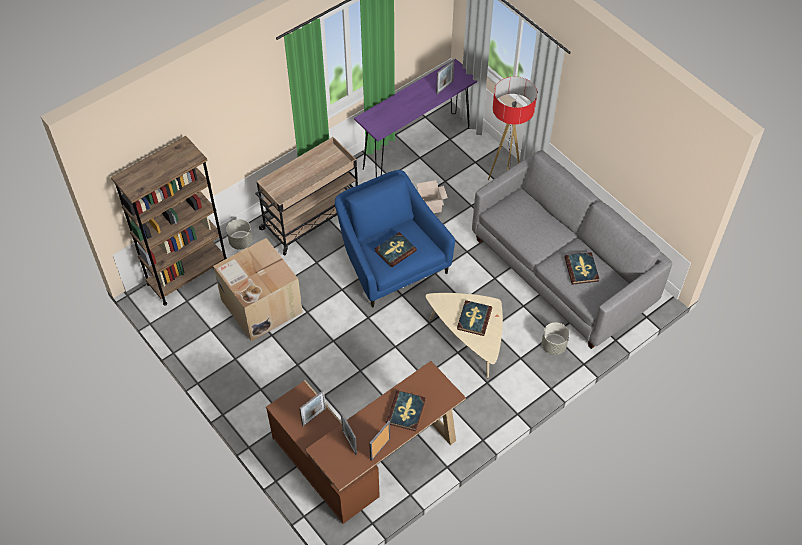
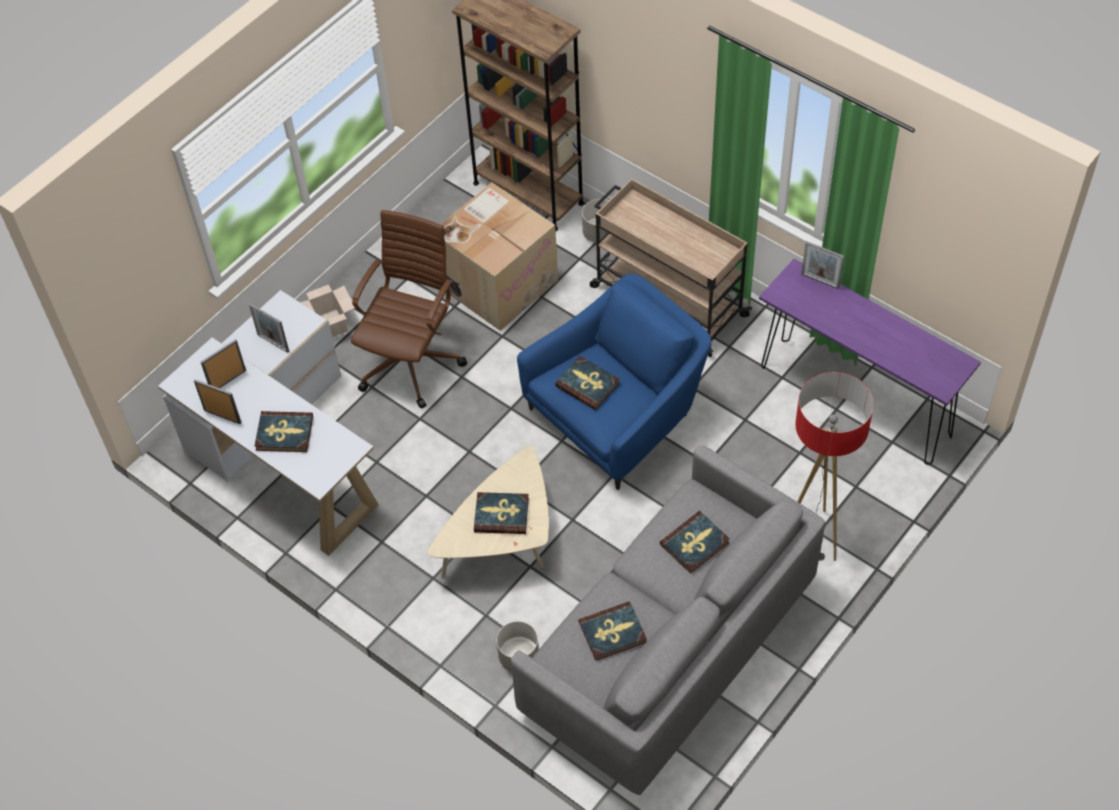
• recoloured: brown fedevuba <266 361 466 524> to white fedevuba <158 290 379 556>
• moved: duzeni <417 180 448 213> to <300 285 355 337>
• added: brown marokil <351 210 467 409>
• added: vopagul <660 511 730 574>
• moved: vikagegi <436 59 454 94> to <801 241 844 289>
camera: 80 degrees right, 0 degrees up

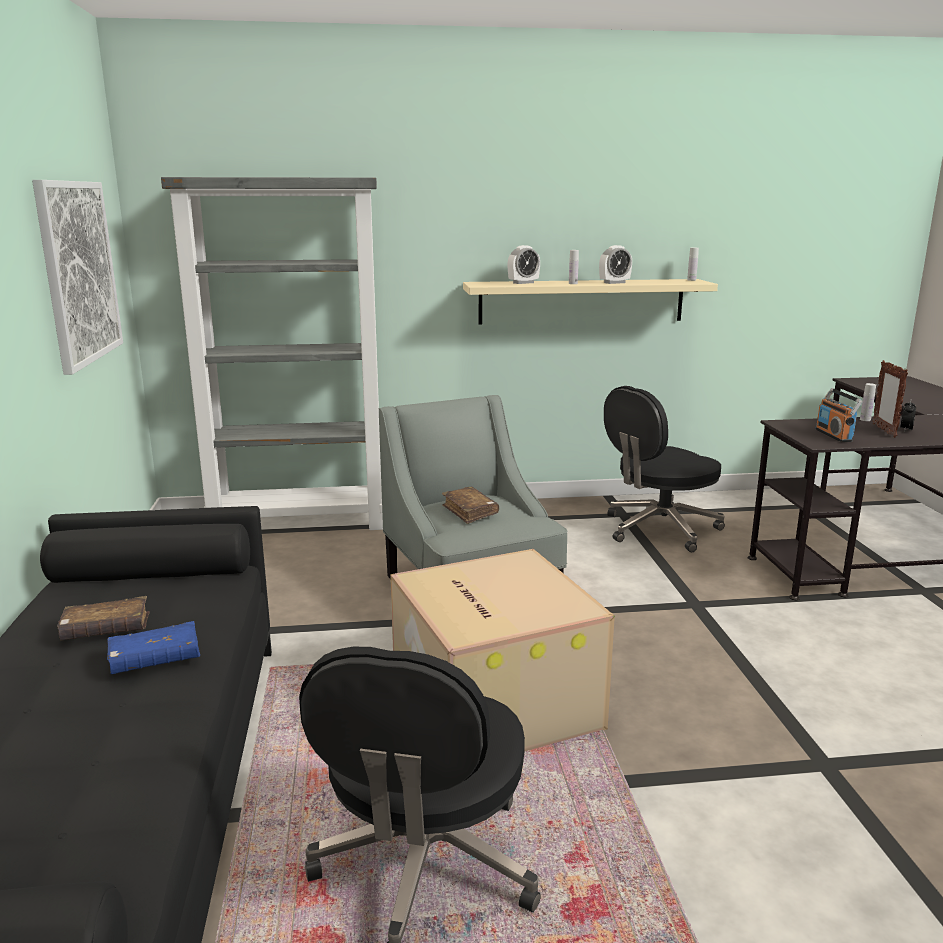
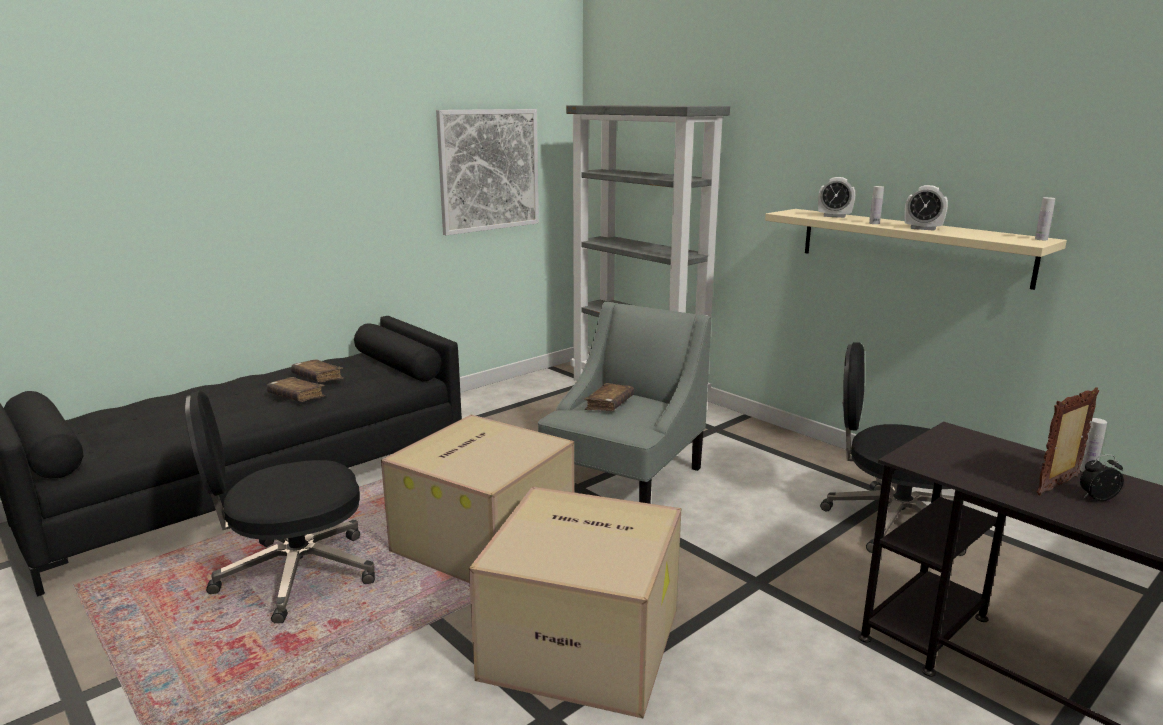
• recoloured: blue vopagul <107 621 200 674> to brown vopagul <267 377 325 402>
• added: duzeni <469 486 681 719>
• removed: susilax <816 388 863 442>
camera: 55 degrees right, 0 degrees up

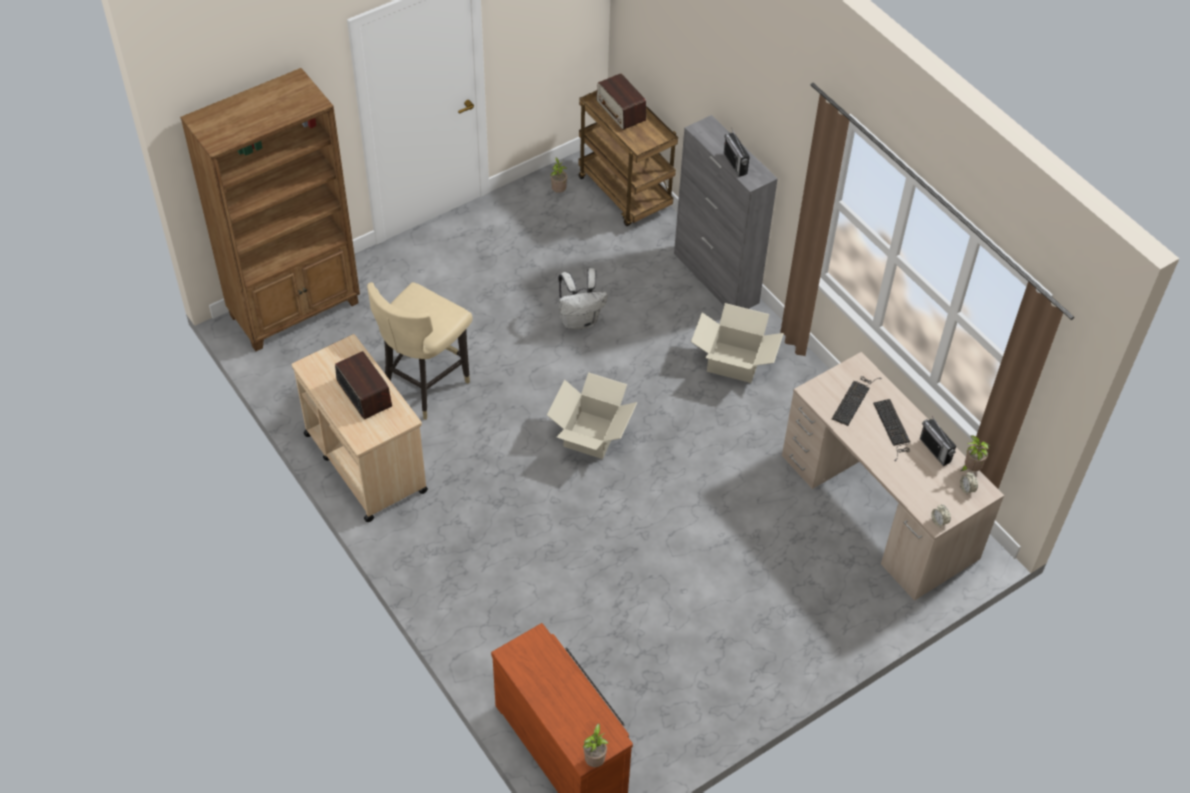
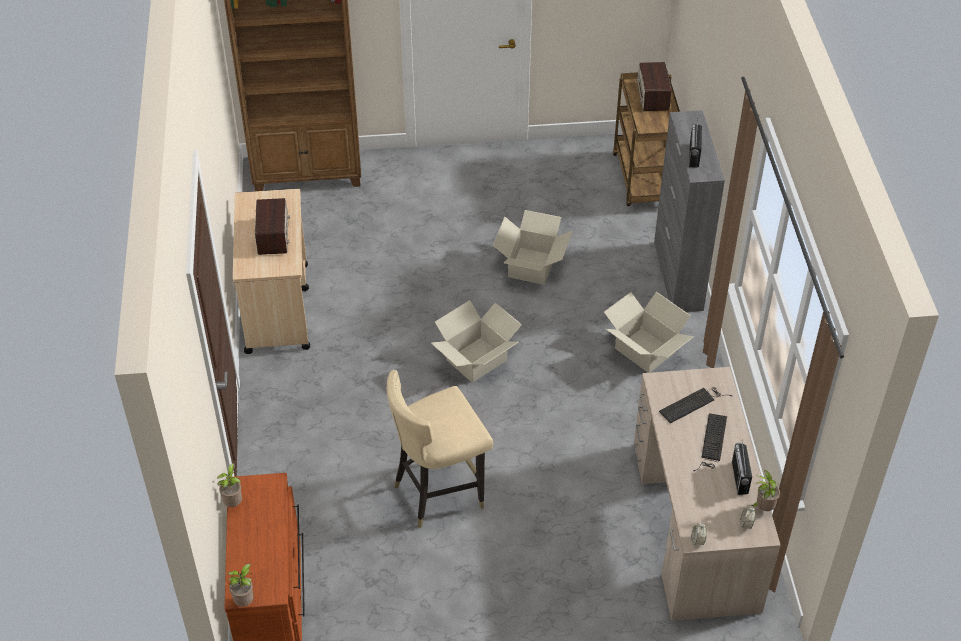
• moved: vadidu <550 157 567 193> to <217 463 242 507>
• moved: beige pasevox <367 282 472 420> to <387 370 493 528>
• replaced: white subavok <558 268 608 330> to duzeni <493 210 573 285>
camera: 30 degrees right, 5 degrees down

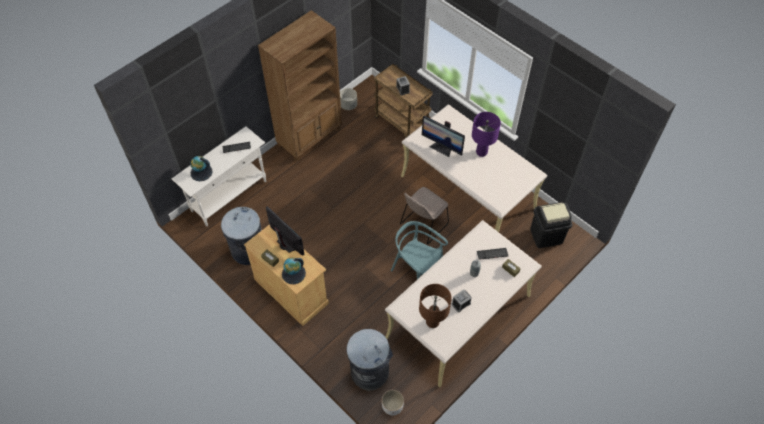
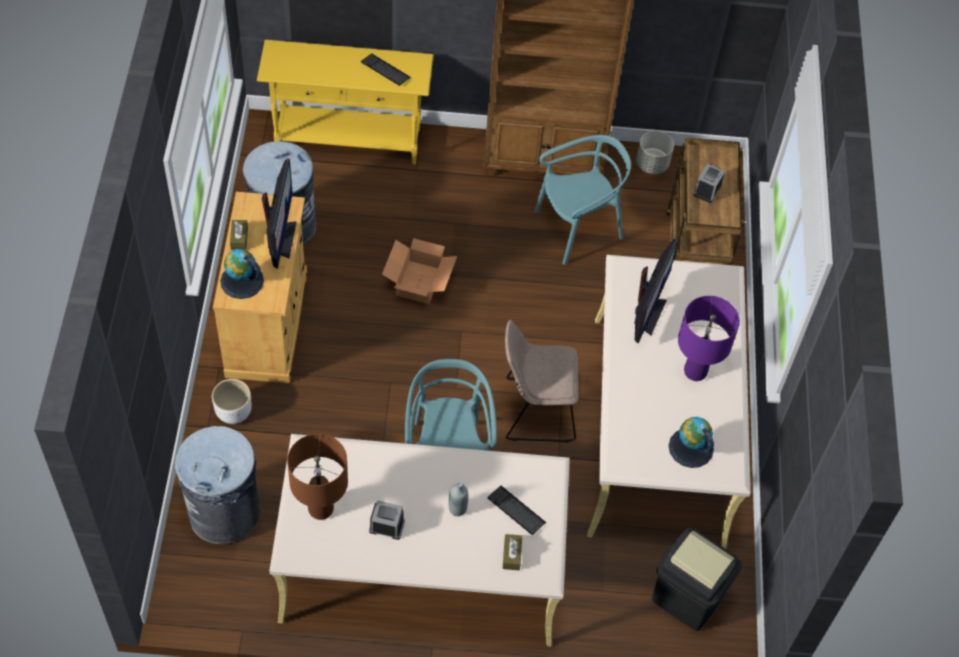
• moved: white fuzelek <382 390 404 416> to <212 379 252 424>
• recoloured: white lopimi <172 126 266 226> to yellow lopimi <257 40 433 165>
• added: duzeni <382 238 457 304>
• added: turquoise pasevox <534 135 631 265>
• turned: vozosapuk <422 116 465 157> = <634 238 679 343> 150 degrees counterclockwise
• moved: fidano <190 156 213 181> to <669 417 714 468>
camera: 45 degrees right, 0 degrees up

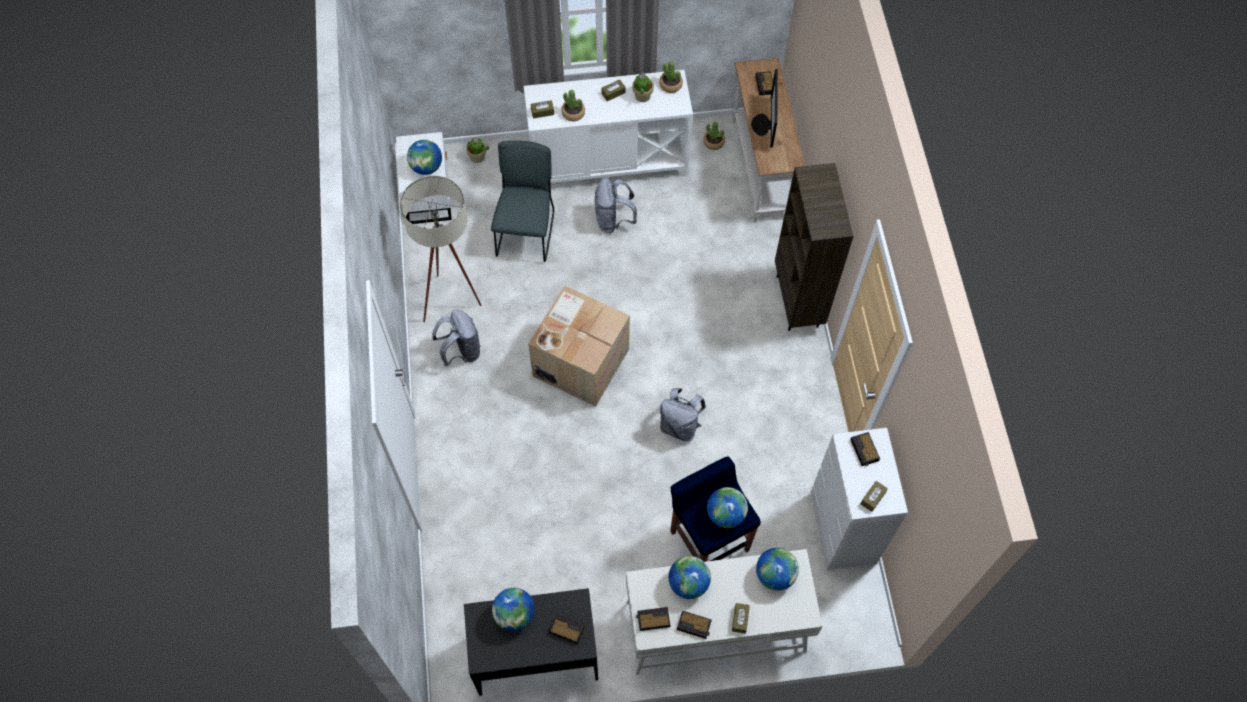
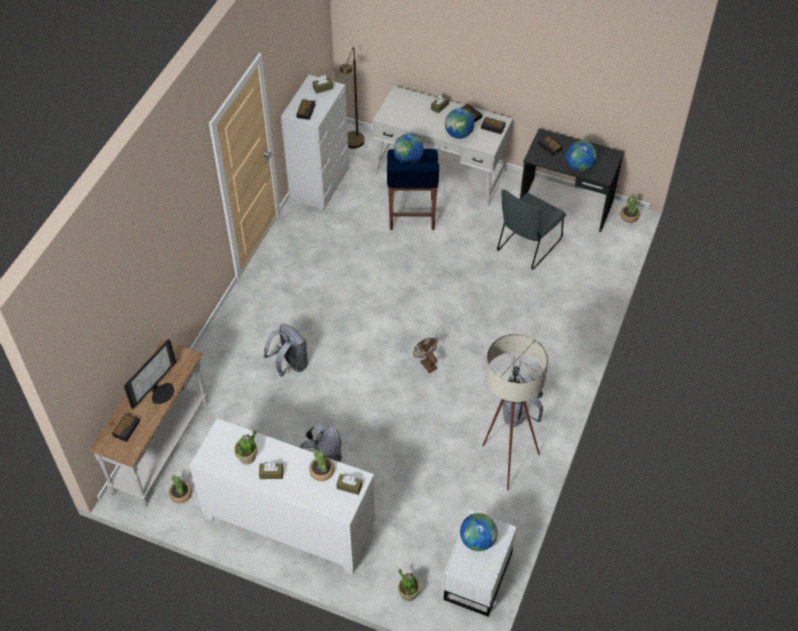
• moved: grey subavok <660 388 706 442> to <264 324 308 377>
• added: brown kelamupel <340 47 364 149>
• replaced: duzeni <528 285 630 406> to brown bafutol <413 338 438 373>
• moved: grey pasevox <491 141 554 262> to <497 189 566 270>
• moved: vadidu <659 61 683 93> to <620 196 640 223>
• removed: fidano <756 548 799 591>
• removed: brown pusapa <775 163 854 331>
camera: 150 degrees left, 10 degrees down

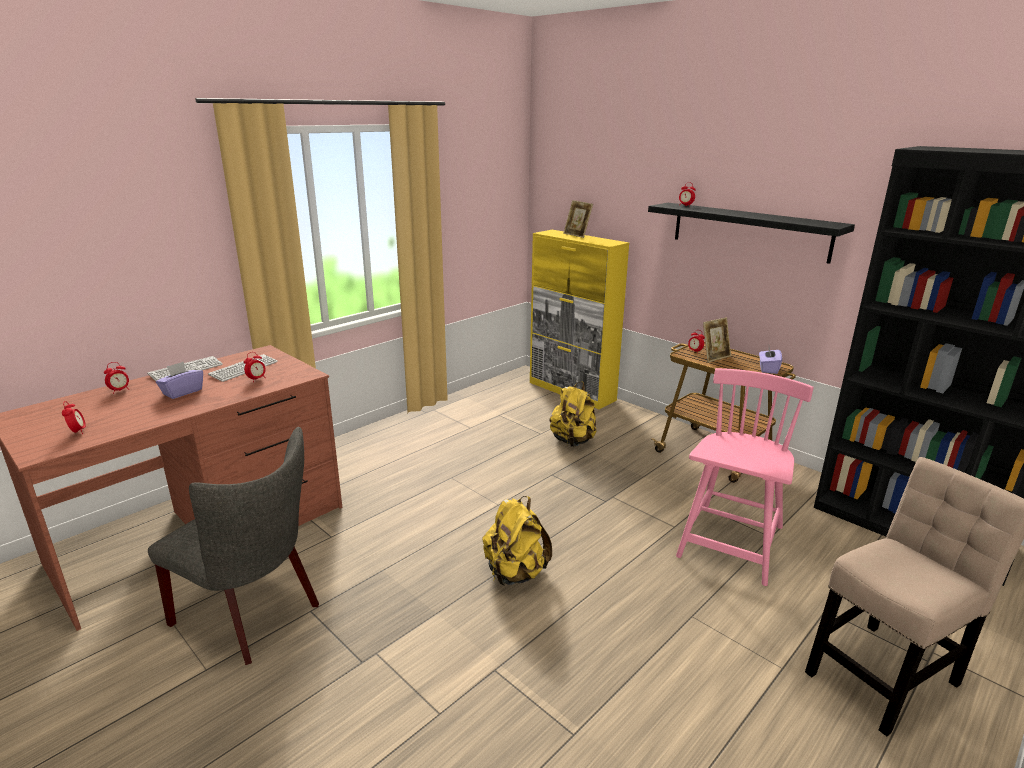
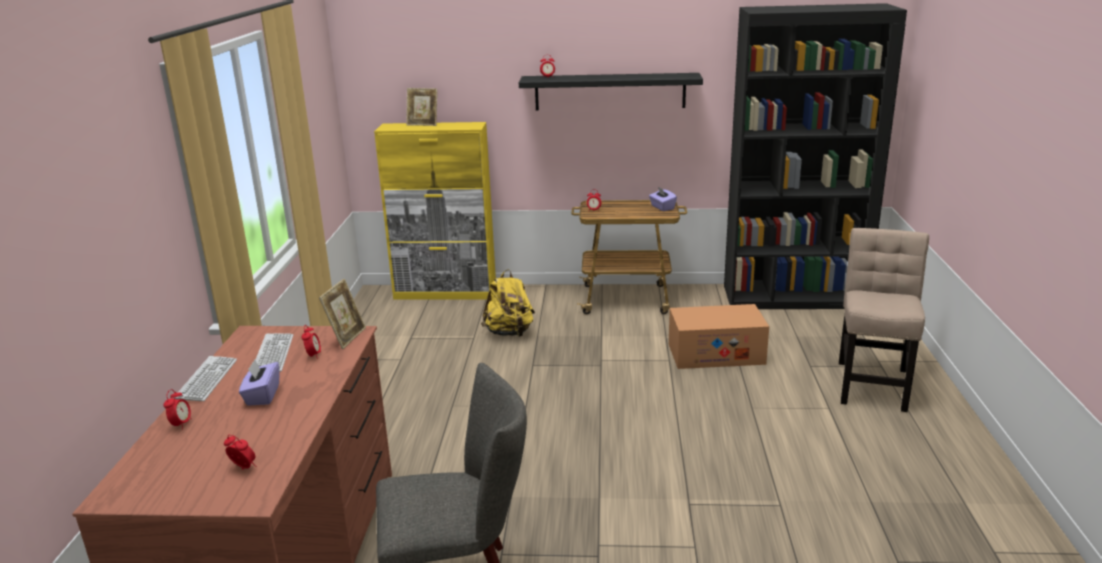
• moved: vikagegi <703 317 731 362> to <319 279 366 349>
• replaced: pink pasevox <676 368 814 586> to duzeni <669 304 769 369>
• removed: yellow subavok <482 496 552 586>
camera: 40 degrees left, 0 degrees up

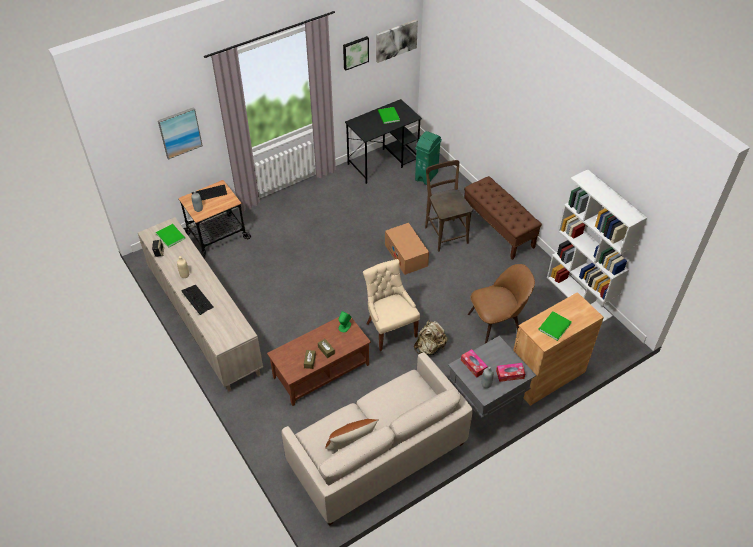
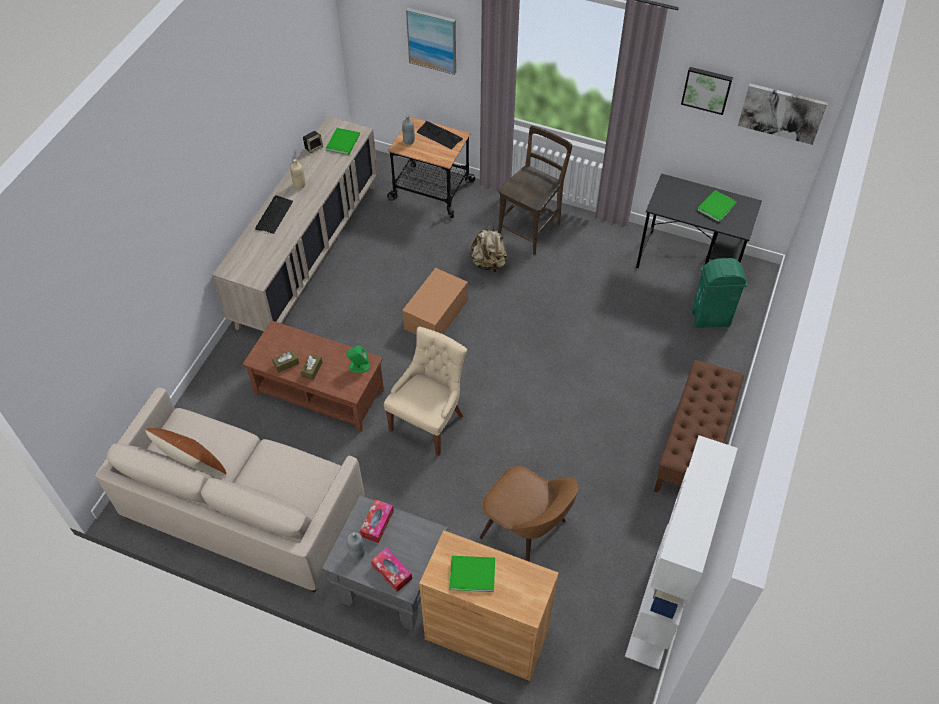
• moved: duzeni <385 223 429 275> to <402 268 468 335>
• moved: beige subavok <414 320 448 355> to <469 225 508 273>
• moved: brown pasevox <425 160 473 252> to <498 126 572 255>
camera: 55 degrees right, 5 degrees up

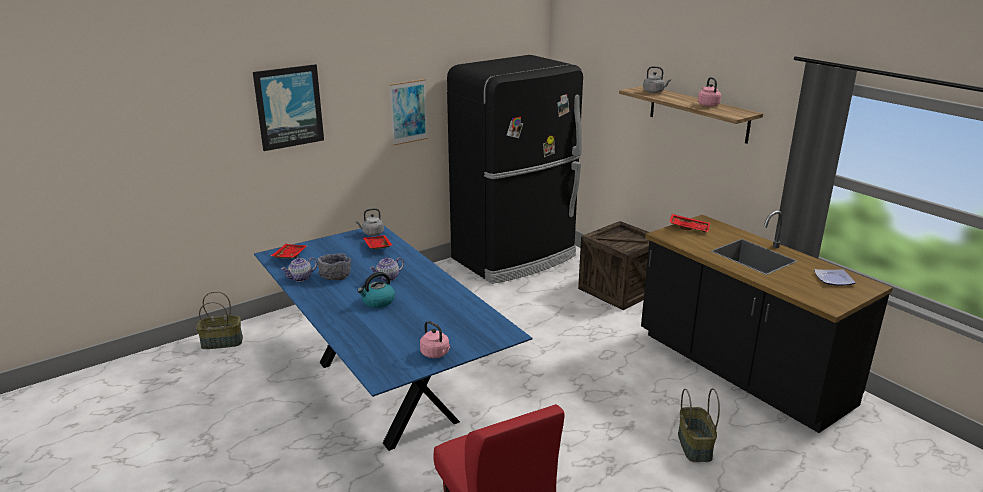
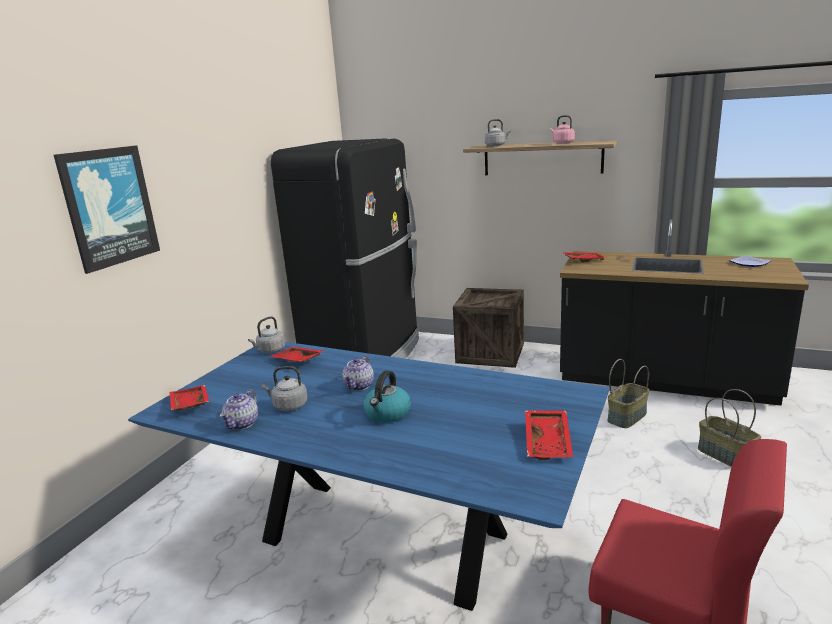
• replaced: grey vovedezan <318 254 351 280> to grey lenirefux <262 366 308 411>
• replaced: pink lenirefux <420 321 451 358> to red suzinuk <525 410 573 460>
• moved: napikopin <196 291 243 349> to <608 359 649 428>
• removed: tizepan <389 79 428 145>
camera: 30 degrees left, 5 degrees down

